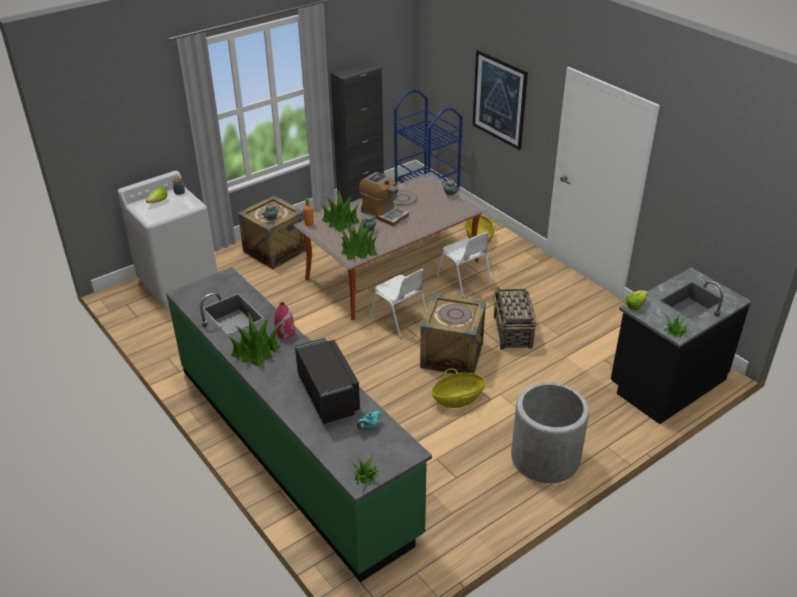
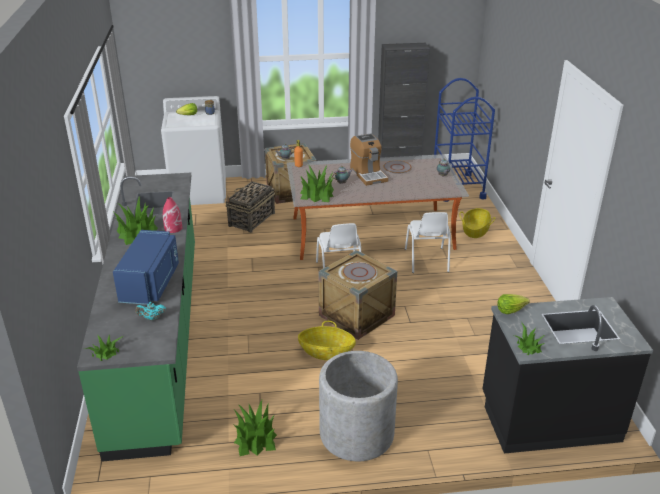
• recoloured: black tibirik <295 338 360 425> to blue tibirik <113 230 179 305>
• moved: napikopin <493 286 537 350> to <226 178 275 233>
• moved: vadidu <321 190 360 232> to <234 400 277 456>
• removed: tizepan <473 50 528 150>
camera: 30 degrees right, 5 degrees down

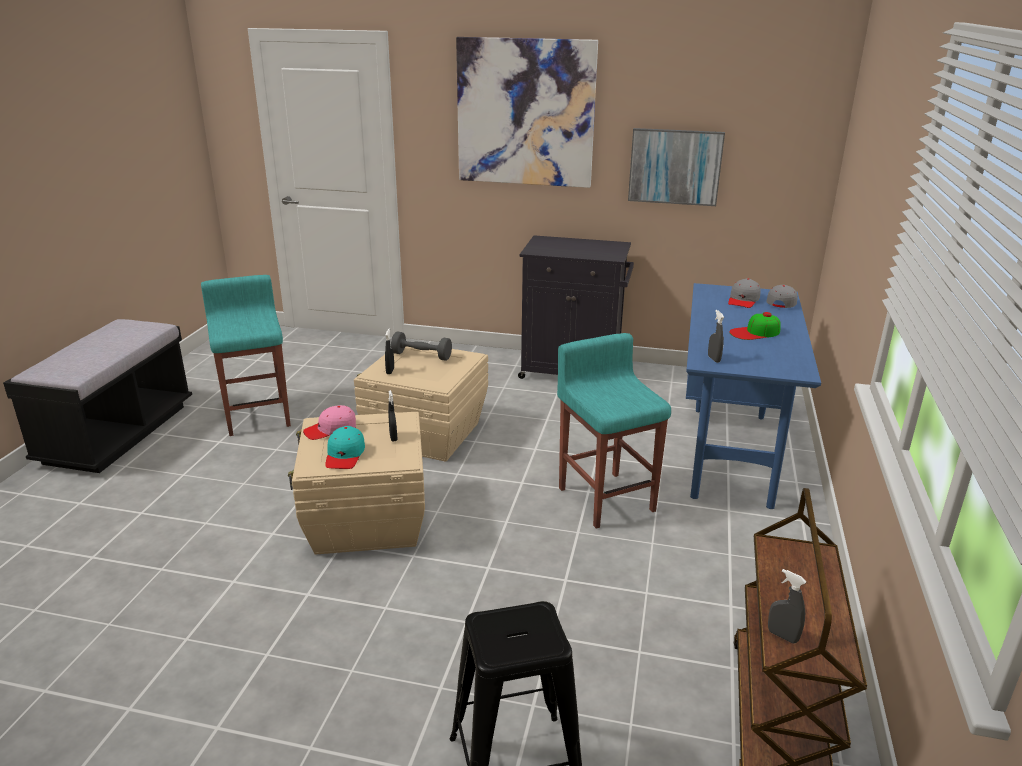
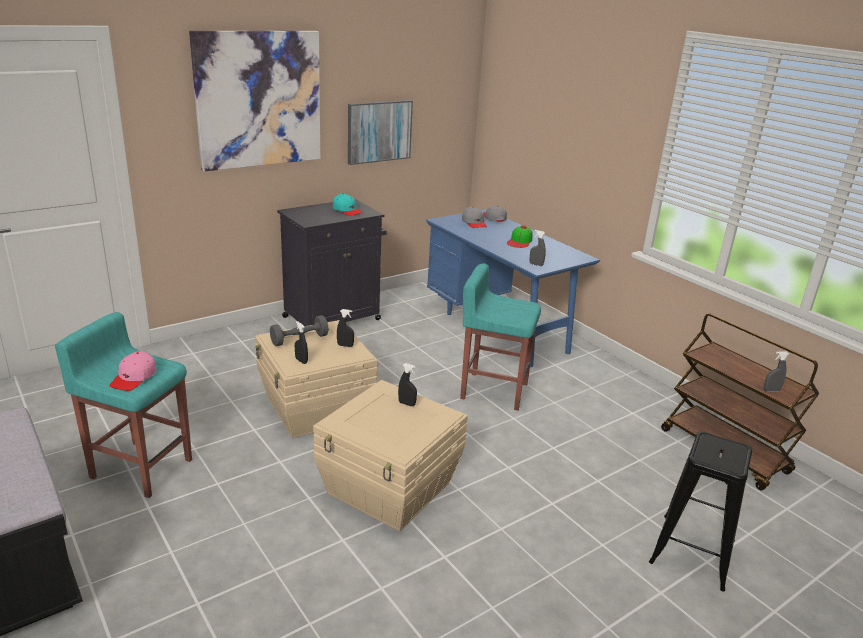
• moved: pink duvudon <303 405 356 440> to <109 351 156 391>
• moved: turquoise duvudon <325 426 365 469> to <333 193 362 216>
• added: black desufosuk <337 309 354 347>
camera: 50 degrees left, 0 degrees up

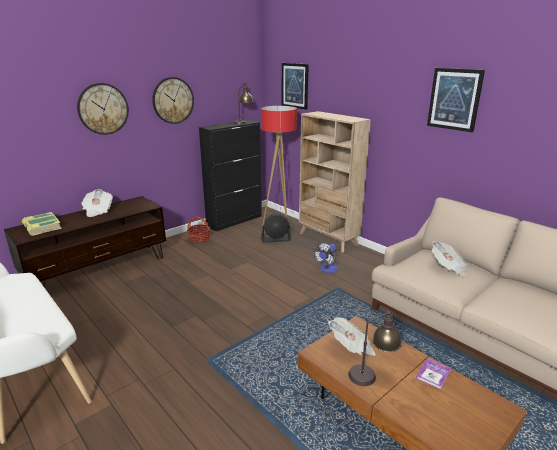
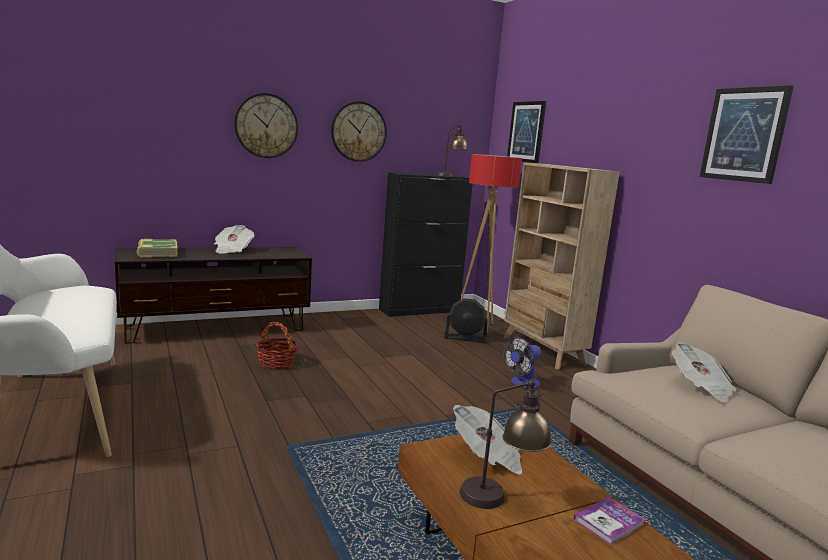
• moved: napikopin <187 216 210 243> to <256 322 298 369>
camera: 15 degrees right, 10 degrees down

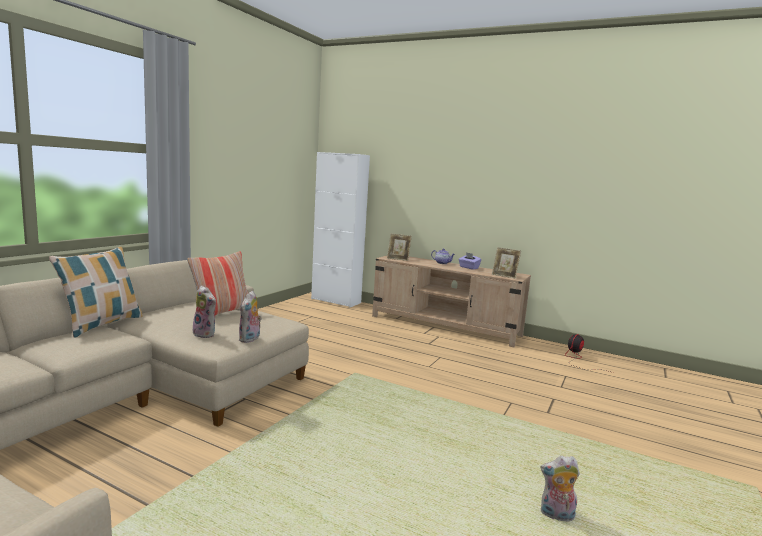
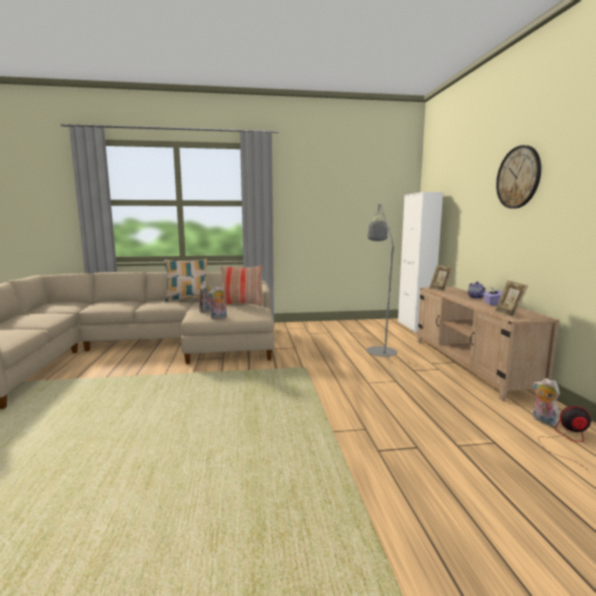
• added: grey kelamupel <366 203 403 386>
• added: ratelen <496 145 541 209>
• moved: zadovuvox <541 456 580 521> to <533 378 562 426>
camera: 55 degrees right, 0 degrees up

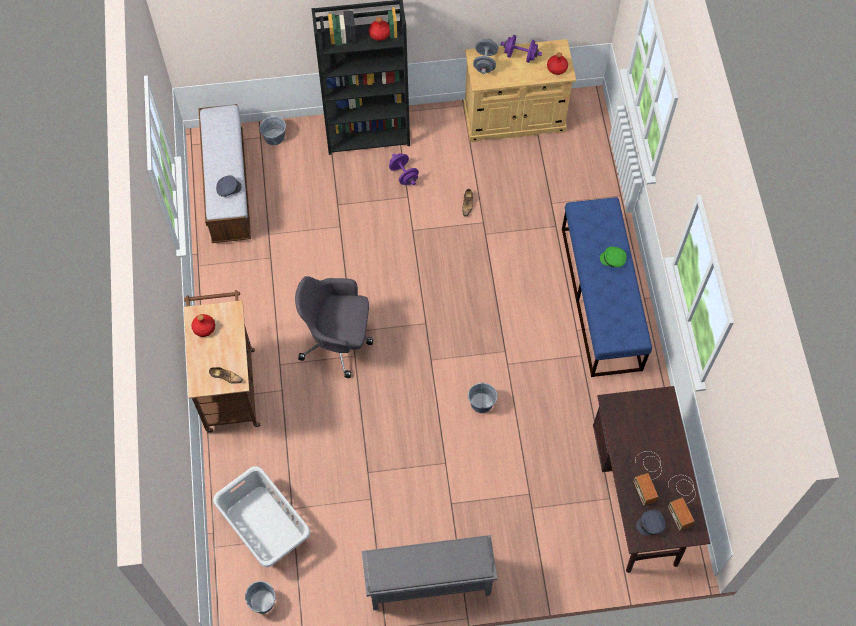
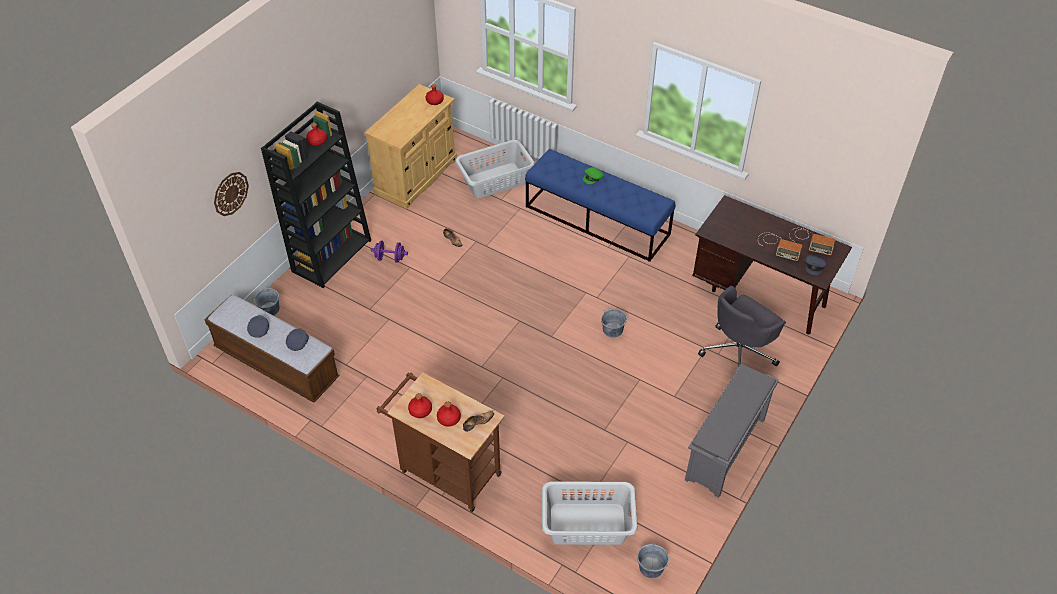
• added: ratelen <214 172 249 216>
• added: grey duvudon <247 315 269 338>
• added: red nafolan <437 402 461 427>
• added: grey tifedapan <455 140 534 198>
• moved: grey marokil <295 276 373 378> to <698 286 786 367>
• removed: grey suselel <473 38 498 74>
• removed: purple suselel <501 35 542 63>
camera: 50 degrees left, 15 degrees down

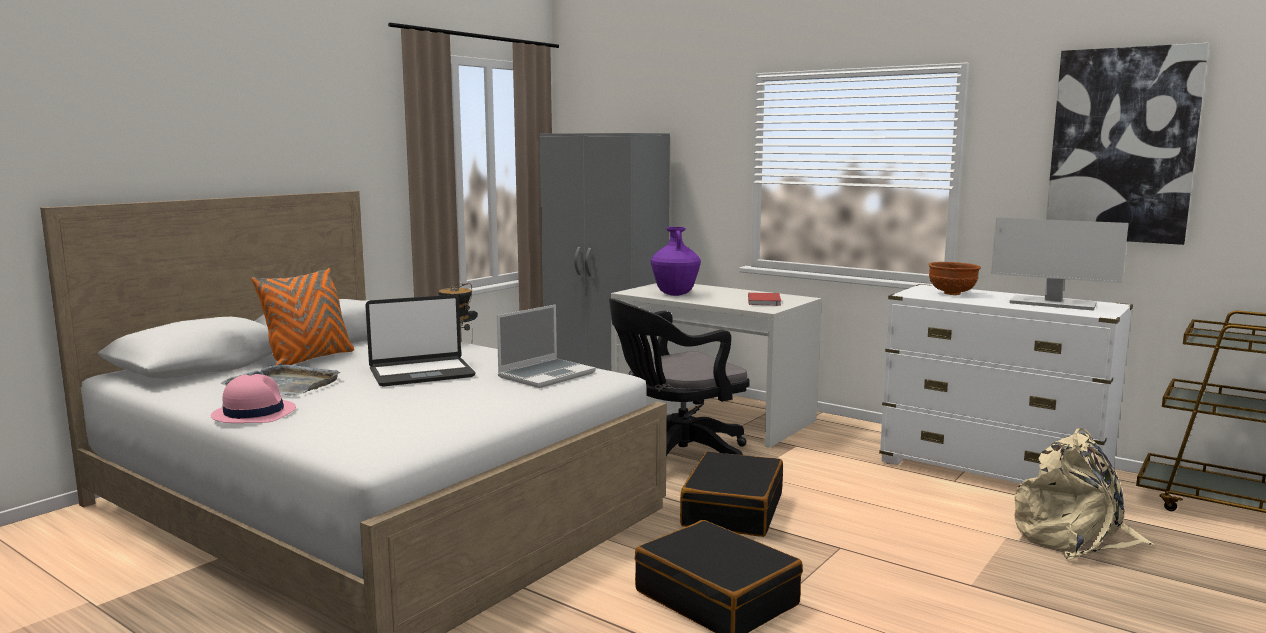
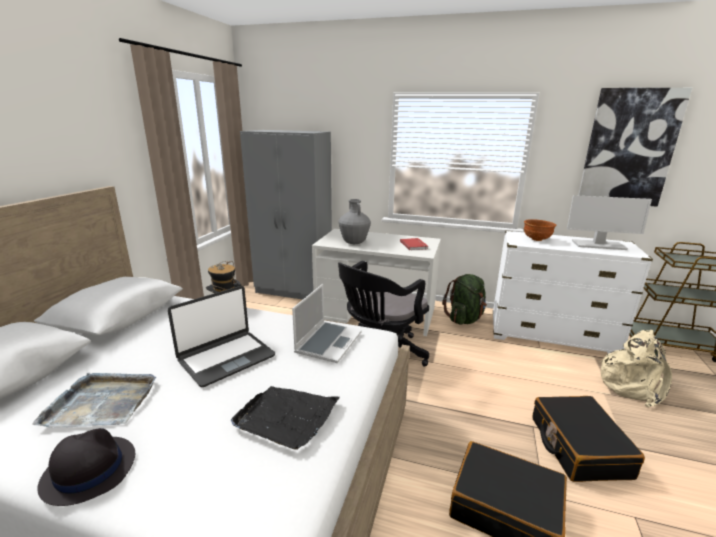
• recoloured: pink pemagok <211 374 296 423> to black pemagok <37 428 135 506>
• added: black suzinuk <231 386 340 450>
• recoloured: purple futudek <651 227 701 296> to grey futudek <338 199 371 244>
• added: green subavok <442 274 487 325>
• moved: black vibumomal <680 452 783 537> to <532 396 645 482>
• removed: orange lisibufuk <251 268 354 365>
camera: 20 degrees left, 10 degrees up

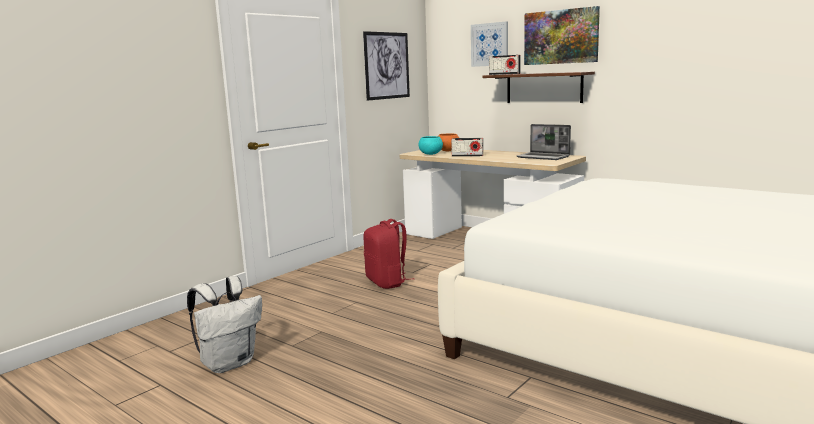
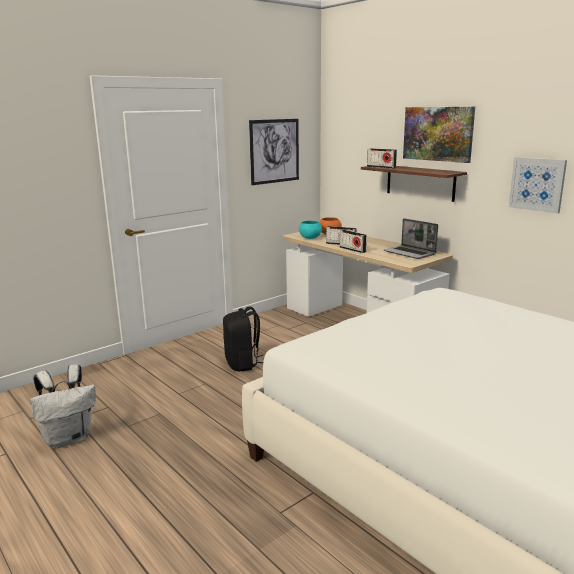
• recoloured: red subavok <363 219 414 289> to black subavok <223 307 264 371>
• added: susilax <340 230 367 253>
• moved: tizepan <471 21 508 67> to <509 157 567 214>
camera: 10 degrees right, 5 degrees up

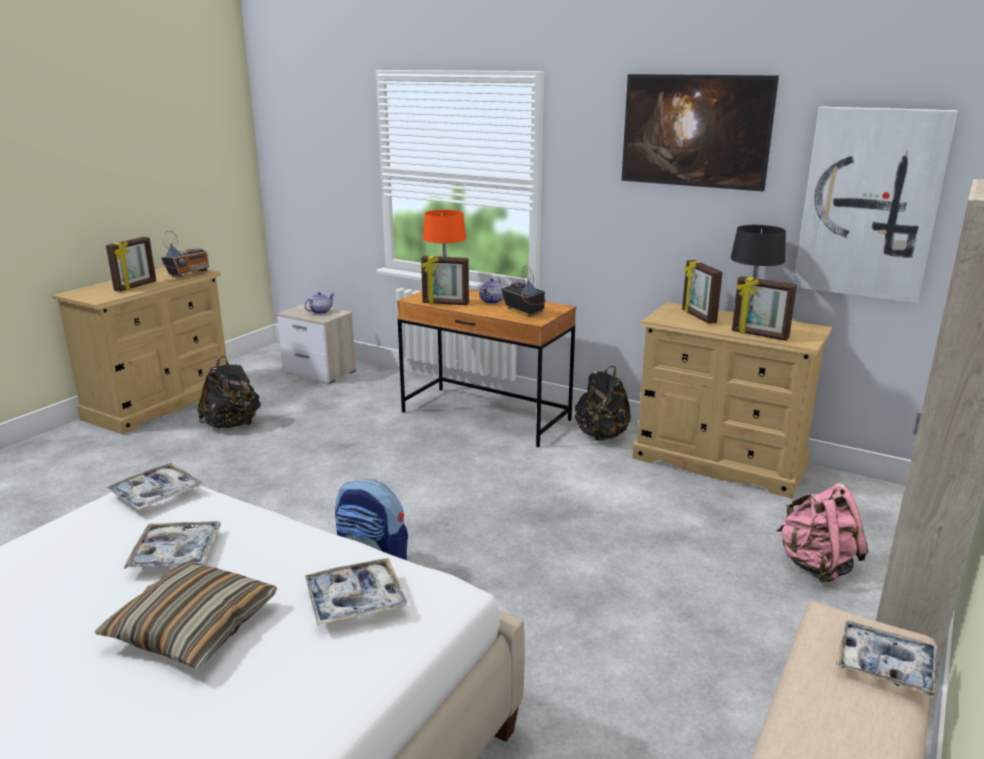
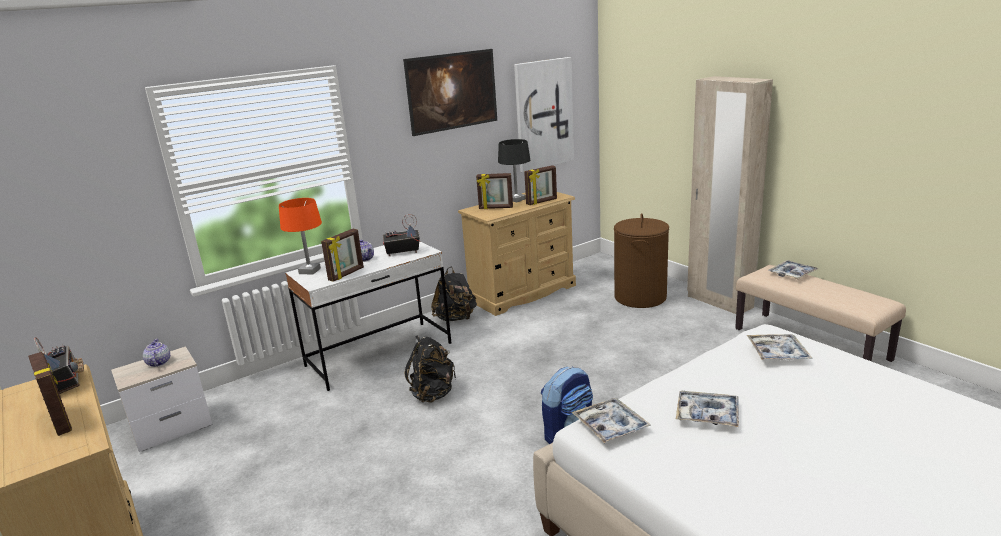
• recoloured: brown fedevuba <397 289 576 447> to white fedevuba <285 242 451 391>
• moved: black subavok <198 356 261 429> to <405 335 456 403>
• replaced: pink subavok <776 483 868 582> to brown tifedapan <614 213 669 308>
• removed: lisibufuk <95 561 277 668>
camera: 65 degrees left, 0 degrees up

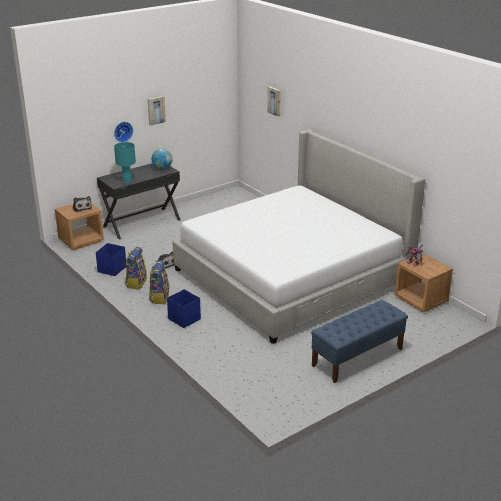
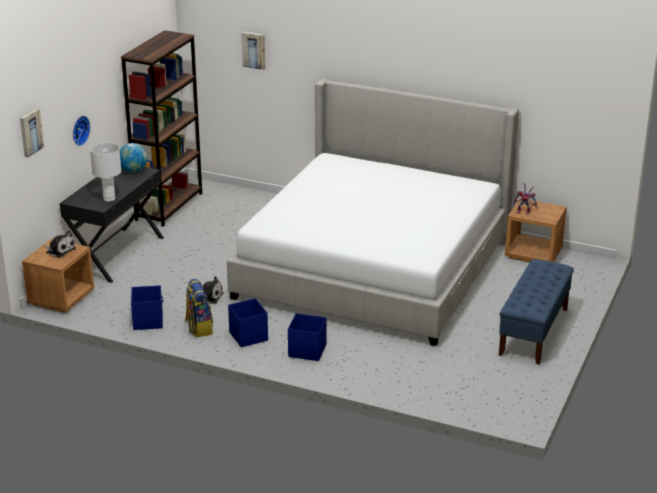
• moved: tizepan <148 96 166 126> to <20 108 44 157>
• recoloured: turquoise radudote <114 142 136 184> to white radudote <90 143 121 202>
• added: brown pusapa <121 30 202 227>
• replaced: subavok <149 261 170 304> to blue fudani <228 298 268 347>
camera: 30 degrees left, 0 degrees up

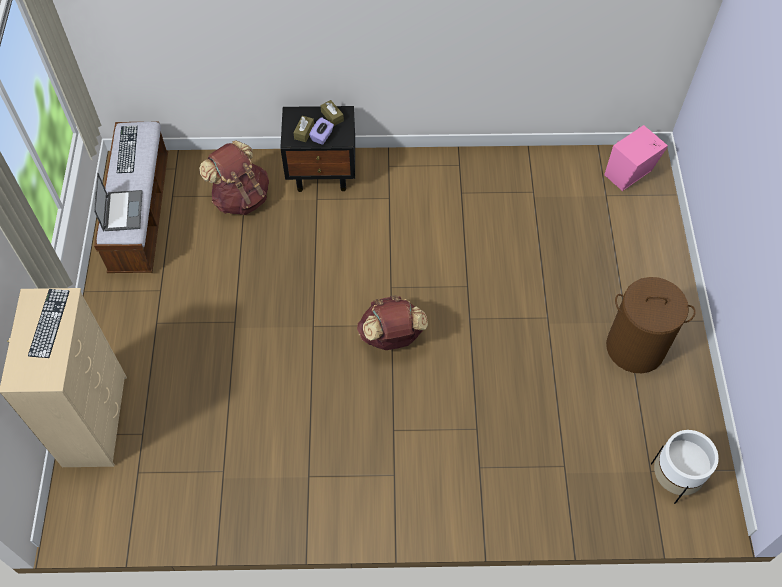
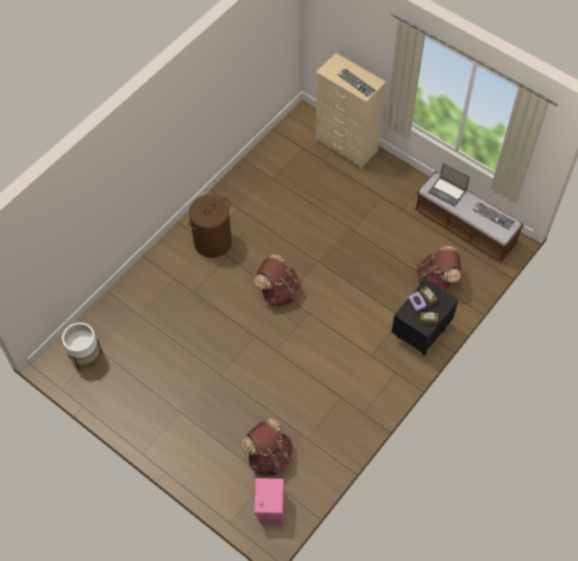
• moved: brown tifedapan <606 277 696 373> to <188 195 232 258>
• added: brown subavok <241 418 292 476>
camera: 130 degrees right, 0 degrees up

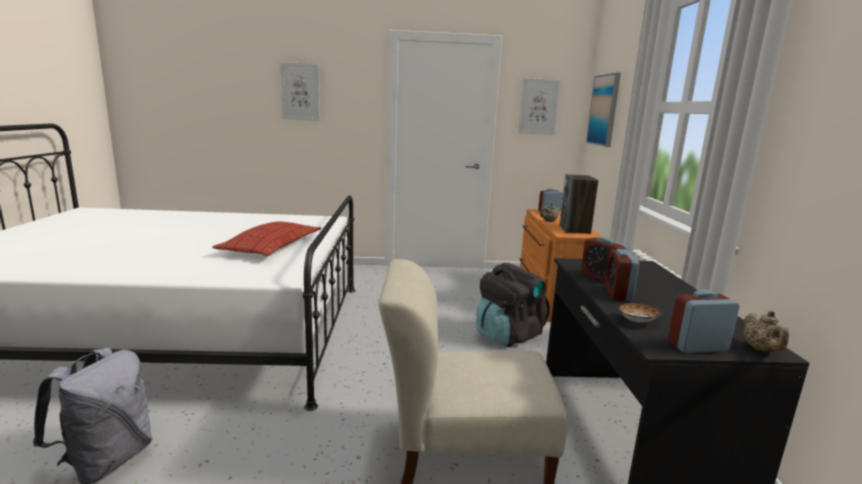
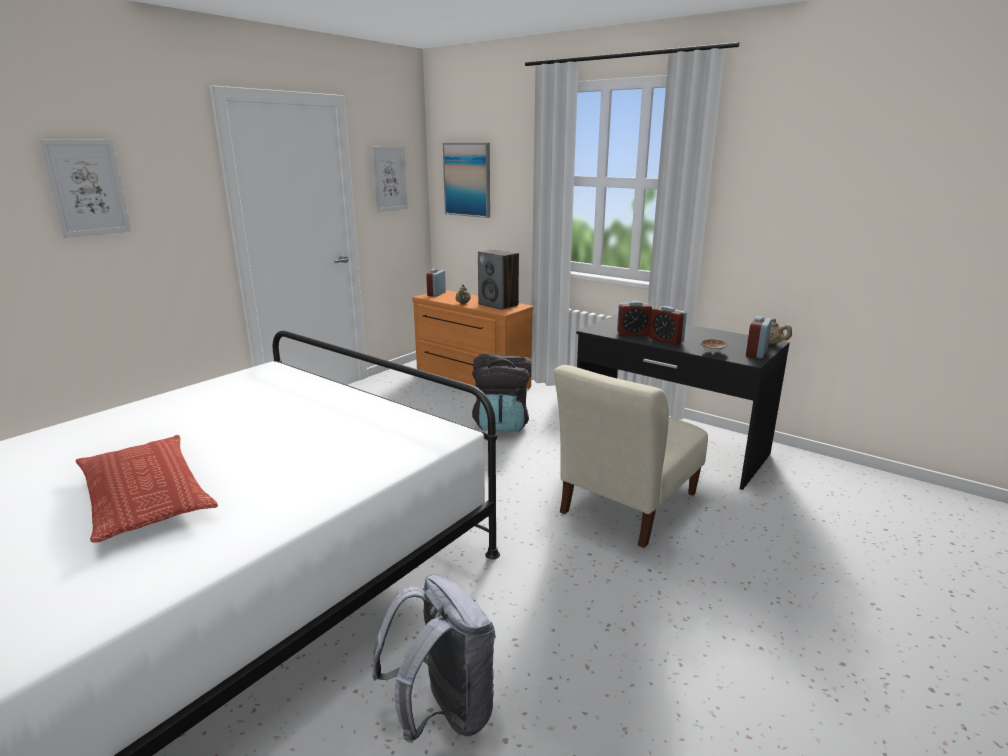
• moved: lisibufuk <212 222 321 256> to <76 435 218 543>
camera: 50 degrees left, 5 degrees up

